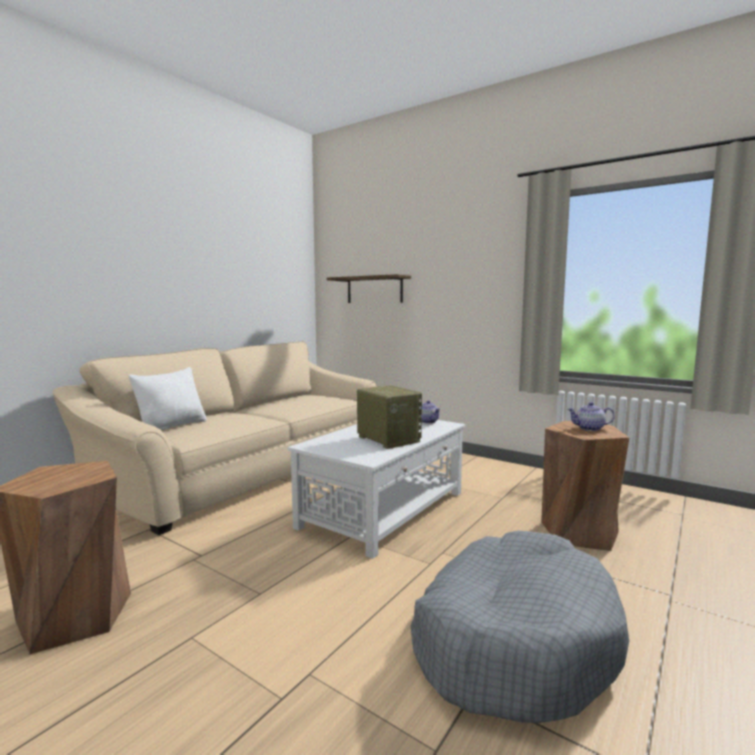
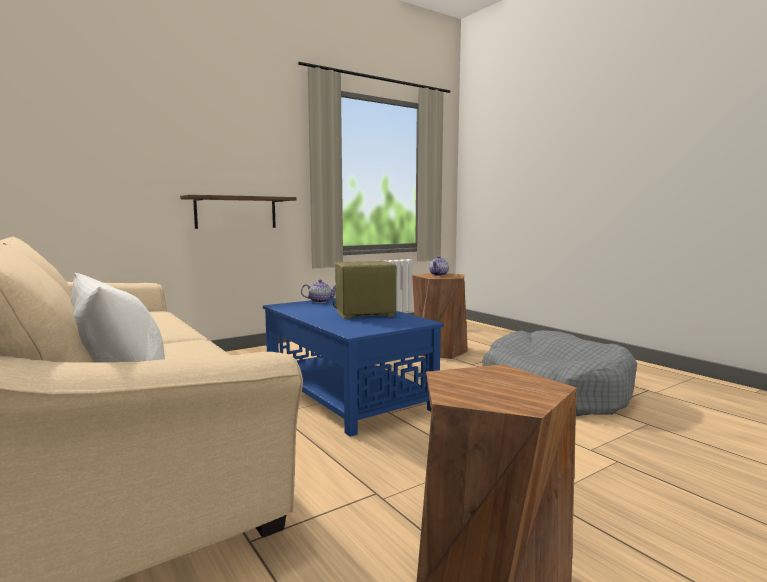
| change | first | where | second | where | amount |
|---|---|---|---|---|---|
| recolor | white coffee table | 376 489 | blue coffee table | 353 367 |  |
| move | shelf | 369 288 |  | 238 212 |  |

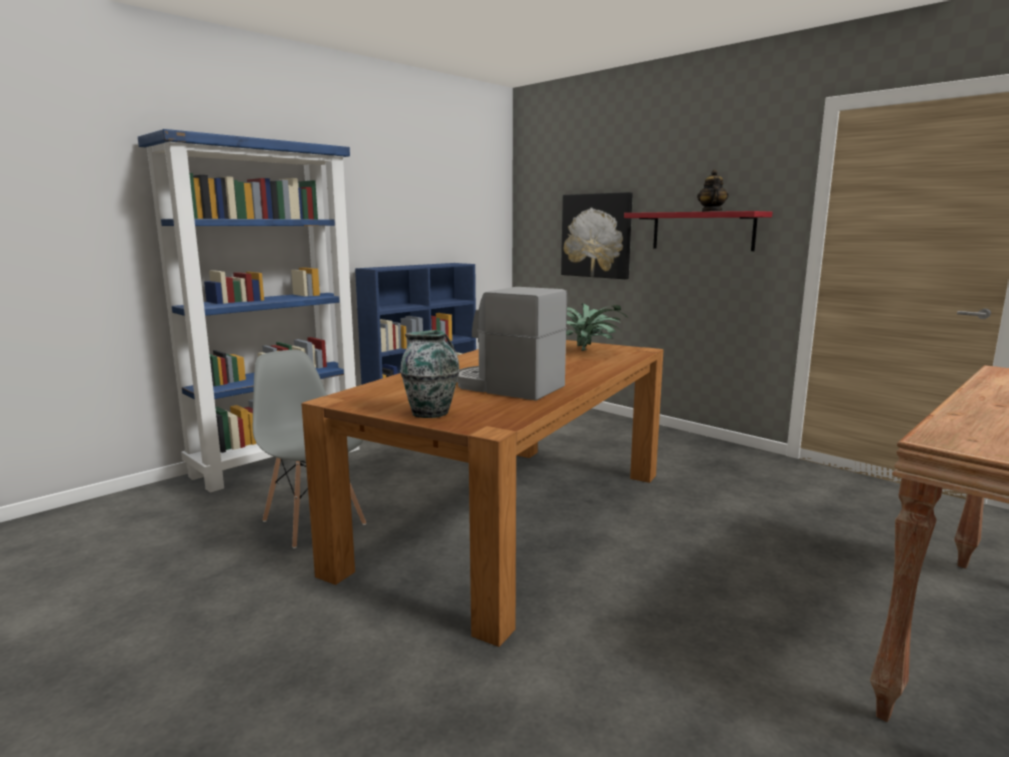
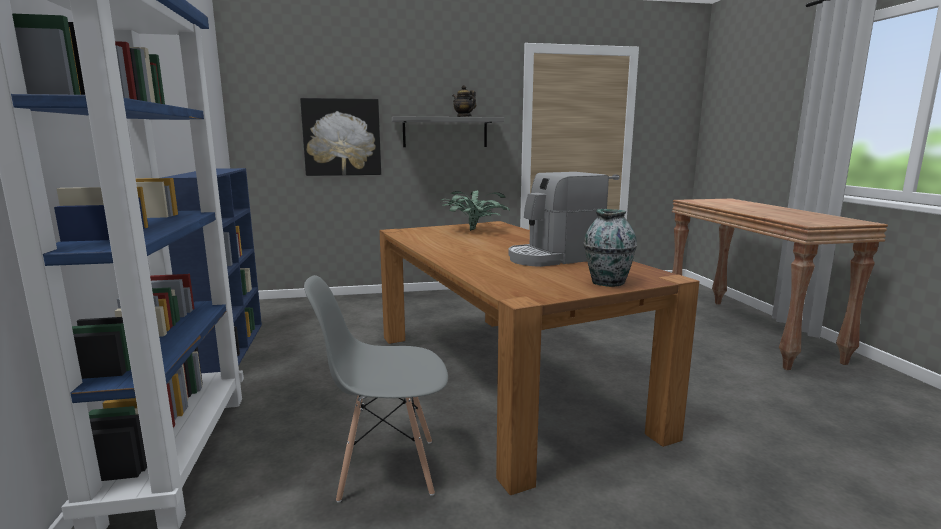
| change | first | where | second | where | amount |
|---|---|---|---|---|---|
| recolor | red shelf | 698 231 | grey shelf | 448 131 |  |

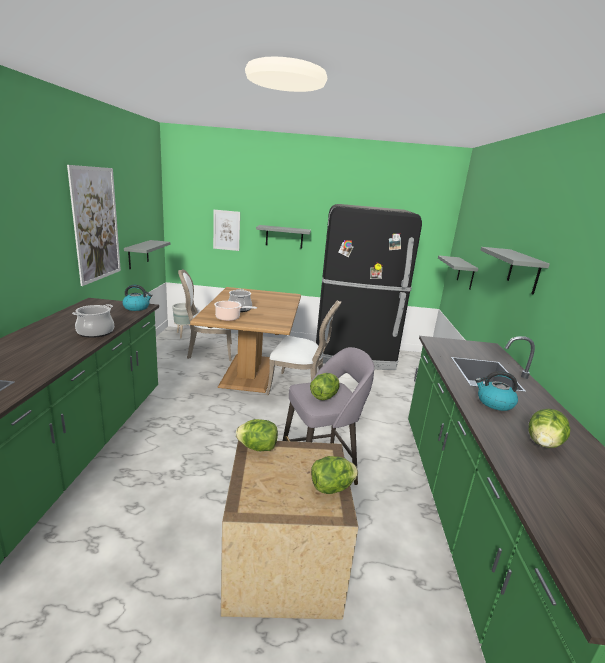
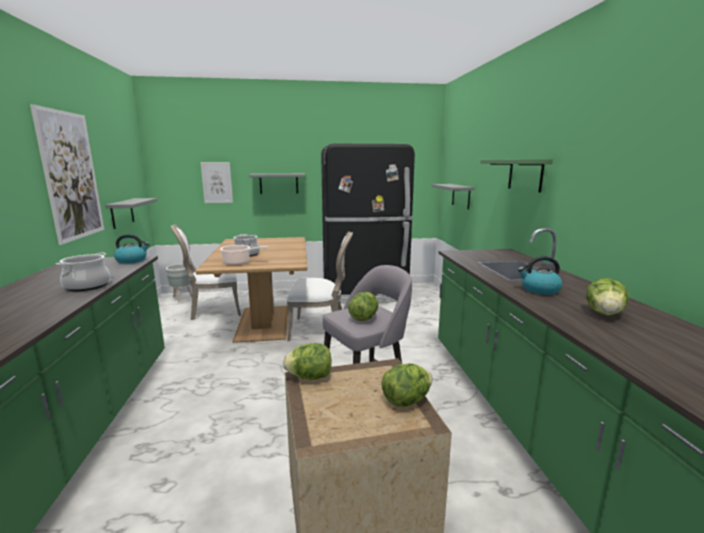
| change | first | where | second | where | amount |
|---|---|---|---|---|---|
| recolor | grey shelf | 515 271 | green shelf | 516 176 |  |

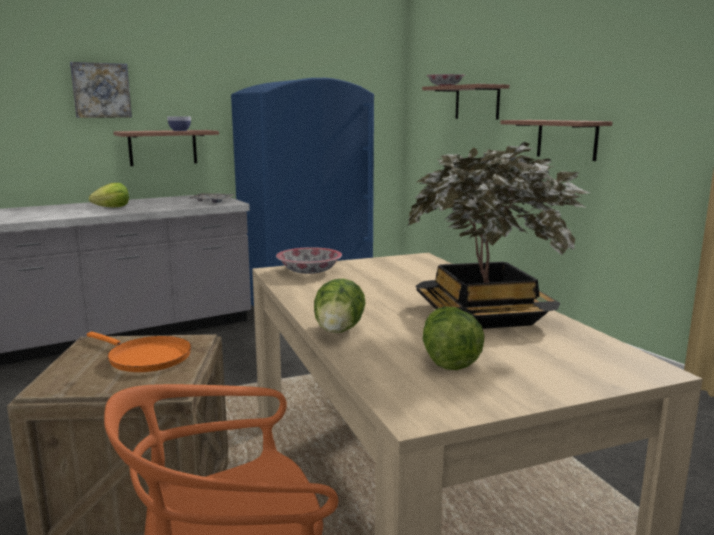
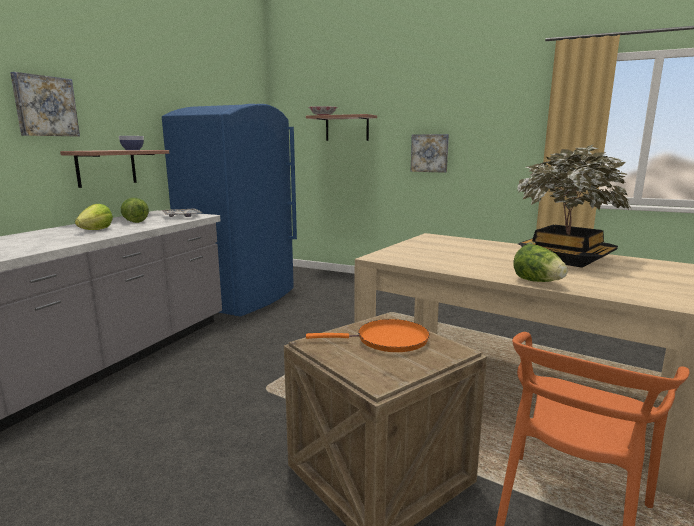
| change | first | where | second | where | amount |
|---|---|---|---|---|---|
| delete | bowl | 309 260 |  |  |  |
| move | lettuce | 453 338 |  | 135 210 |  |
| replace | shelf | 556 140 | picture | 429 153 |  |

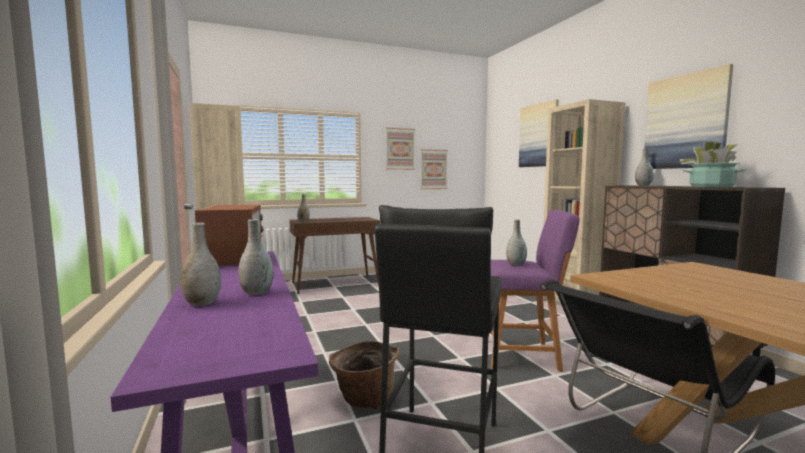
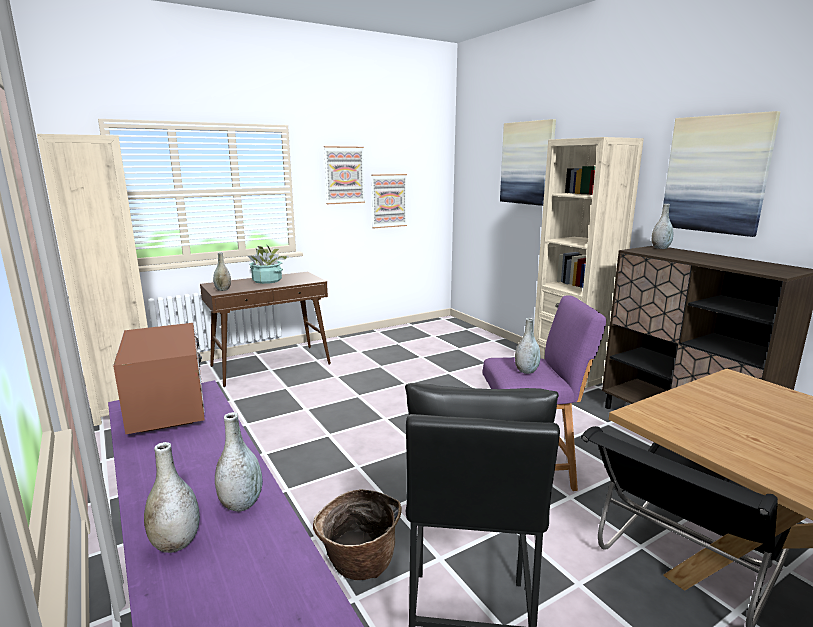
| change | first | where | second | where | amount |
|---|---|---|---|---|---|
| move | potted plant | 713 164 |  | 268 264 |  |

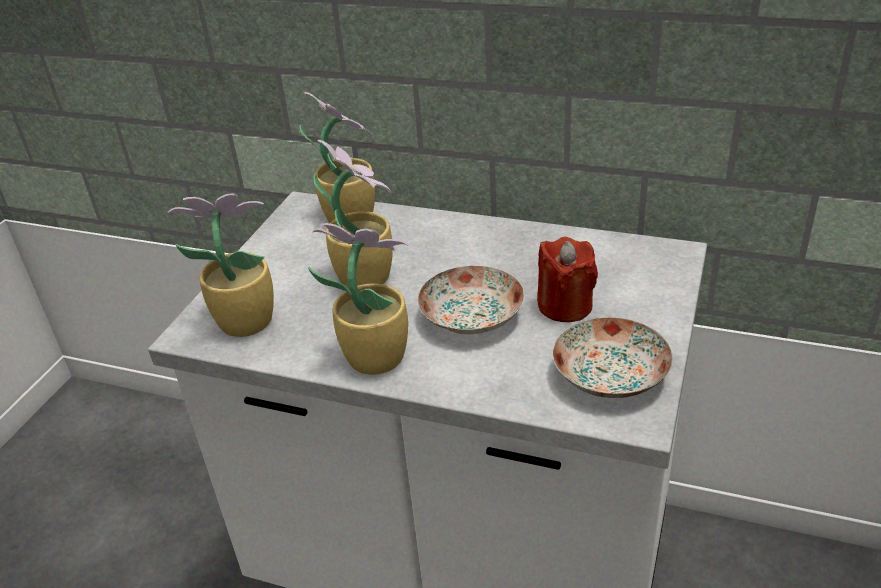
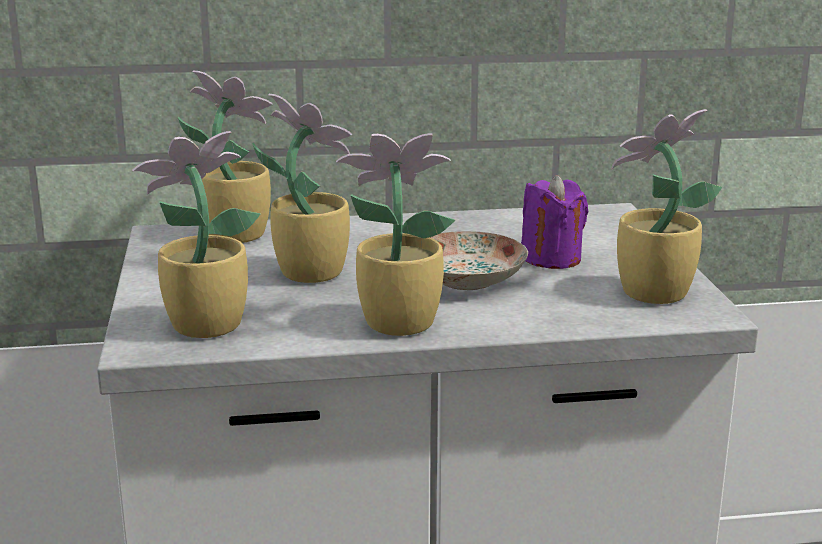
| change | first | where | second | where | amount |
|---|---|---|---|---|---|
| recolor | red candle | 567 279 | purple candle | 554 222 |  |
| replace | plate | 612 357 | potted plant | 666 206 |  |

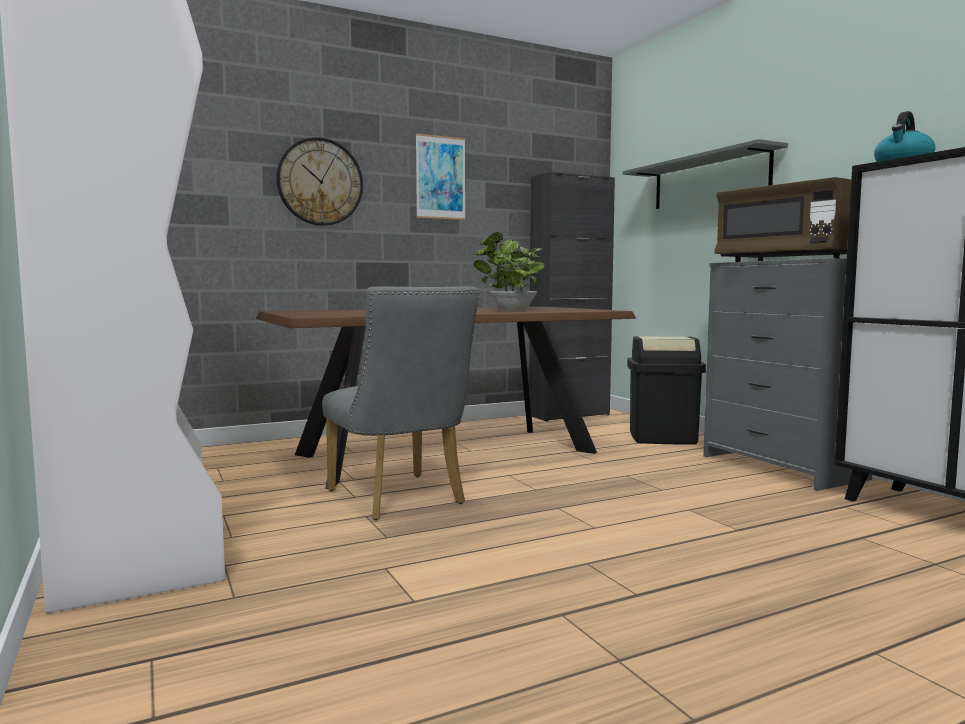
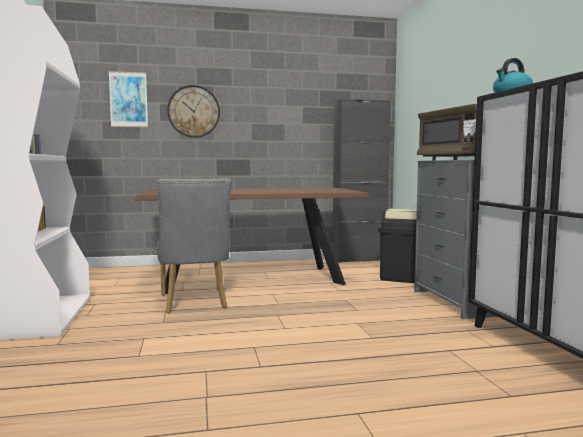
| change | first | where | second | where | amount |
|---|---|---|---|---|---|
| move | picture | 441 176 |  | 128 99 |  |
| delete | potted plant | 509 271 |  |  |  |
| delete | grey shelf | 705 174 |  |  |  |

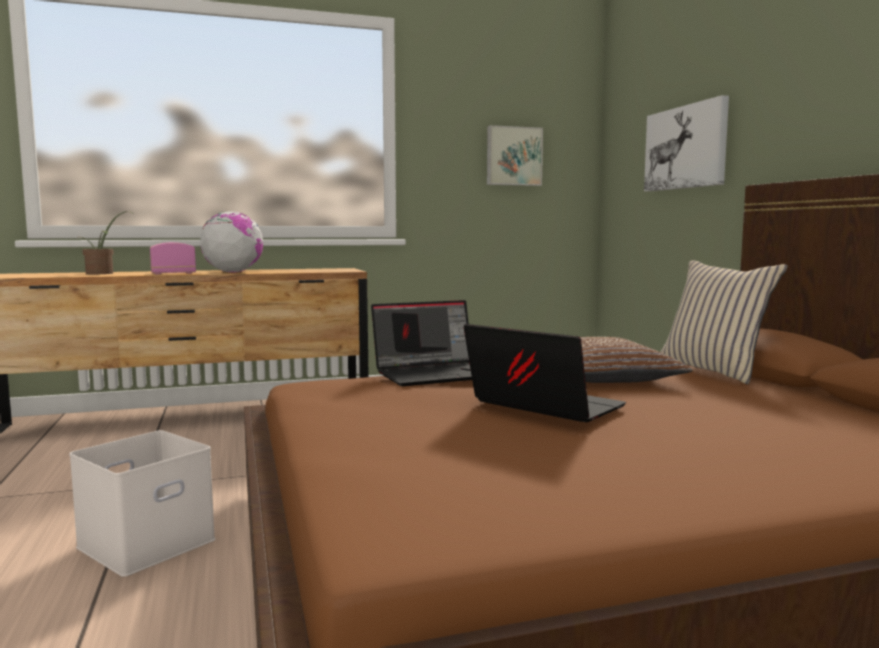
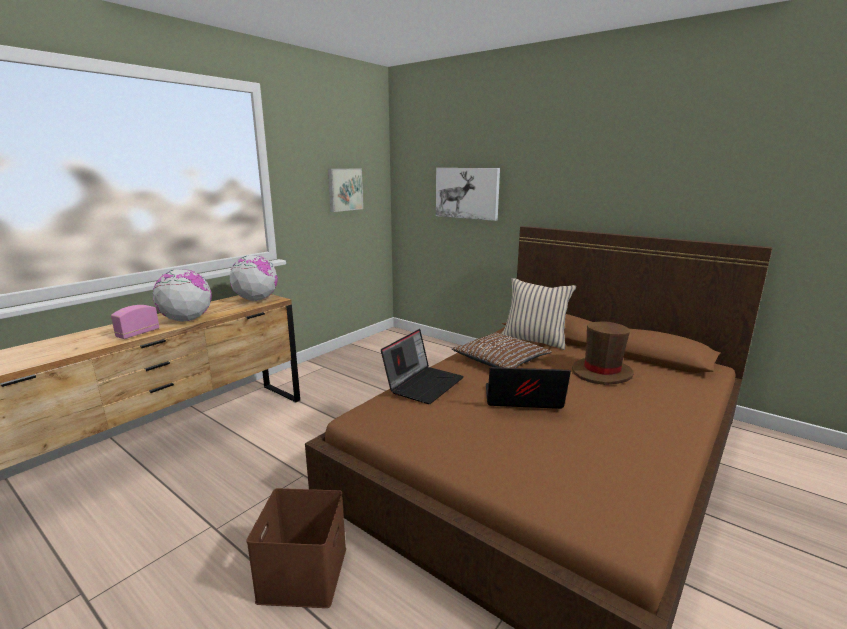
| change | first | where | second | where | amount |
|---|---|---|---|---|---|
| recolor | white storage box | 142 503 | brown storage box | 296 548 |  |
| delete | potted plant | 108 242 |  |  |  |
| insert |  |  | globe | 253 278 |  |
| insert |  |  | brown hat | 603 353 |  |

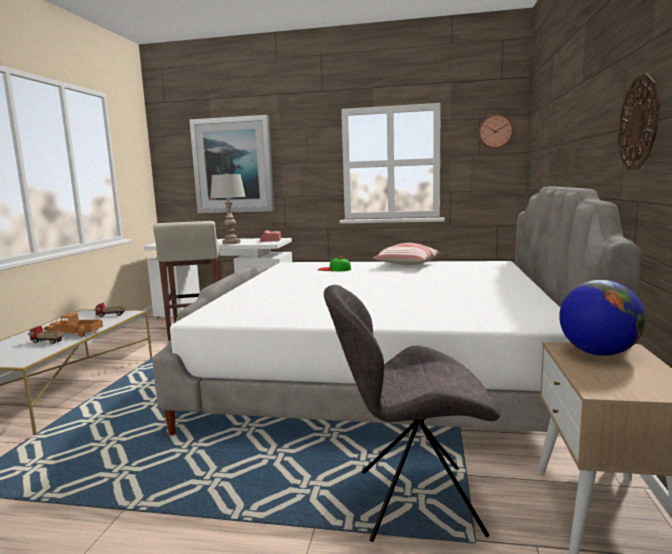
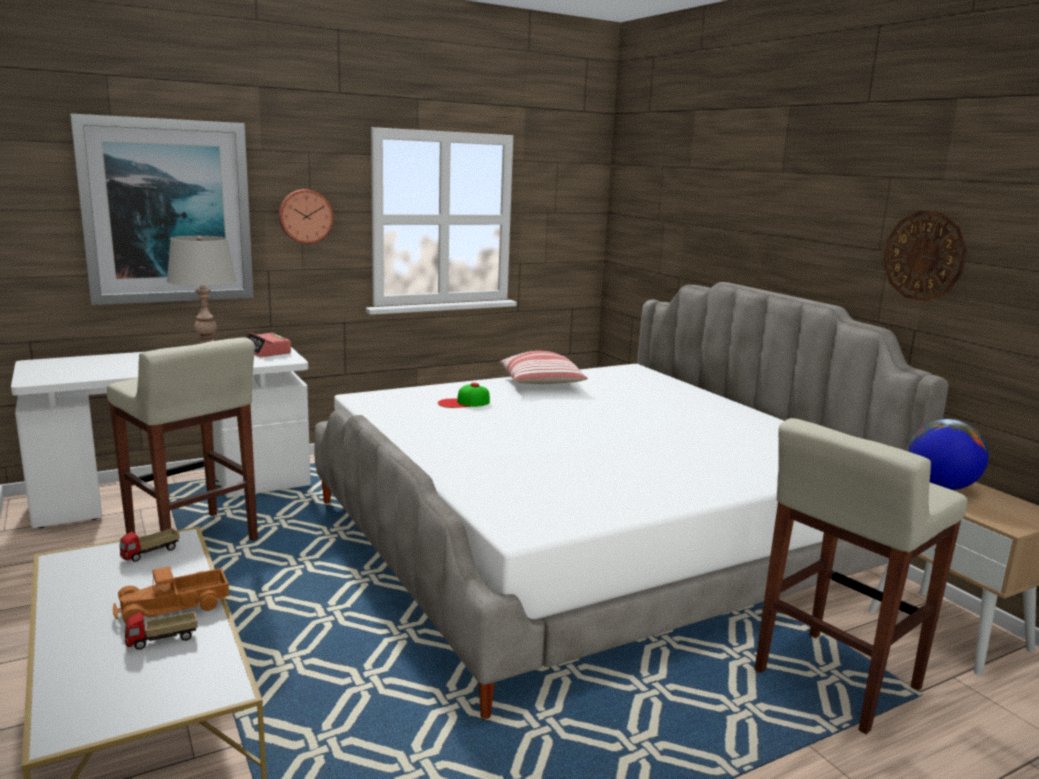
| change | first | where | second | where | amount |
|---|---|---|---|---|---|
| replace | grey chair | 412 413 | beige stool | 861 576 |  |
| move | wall clock | 495 131 |  | 306 216 |  |

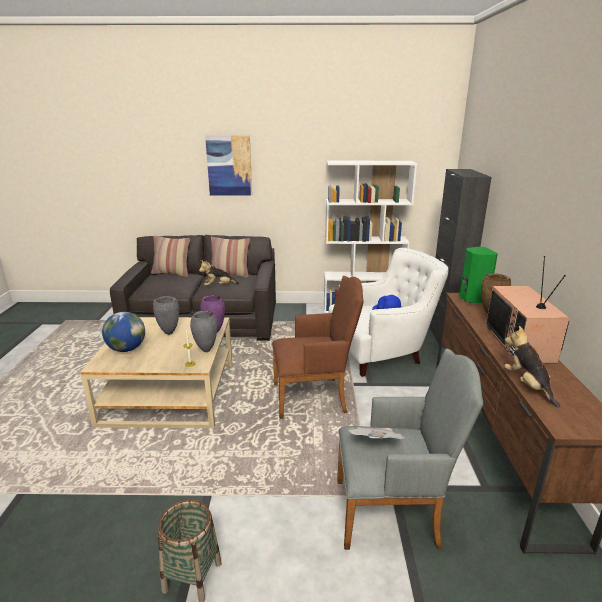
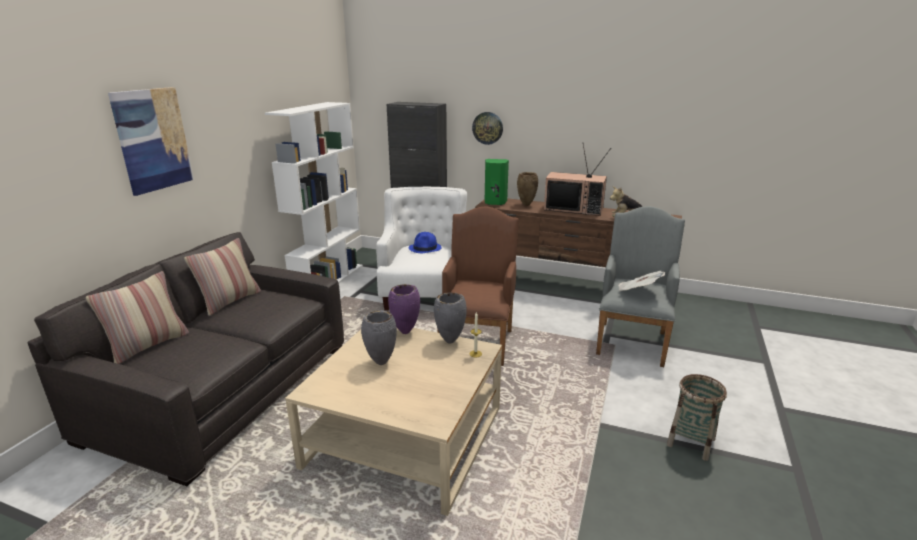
| change | first | where | second | where | amount |
|---|---|---|---|---|---|
| delete | globe | 123 332 |  |  |  |
| delete | plush toy | 219 273 |  |  |  |
| insert |  |  | wall clock | 487 128 |  |

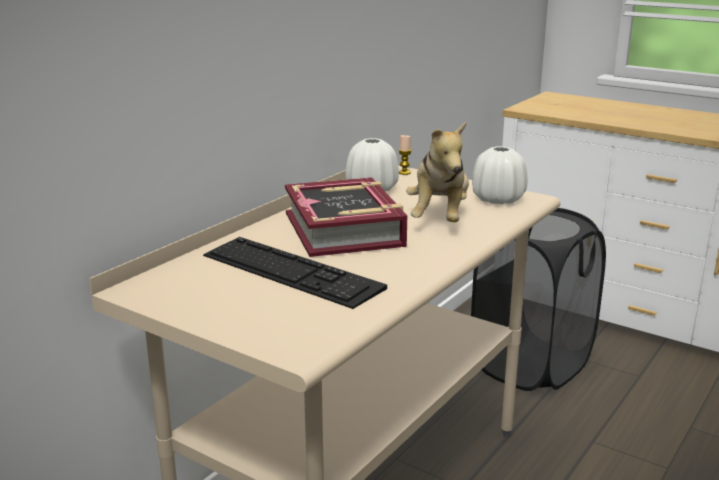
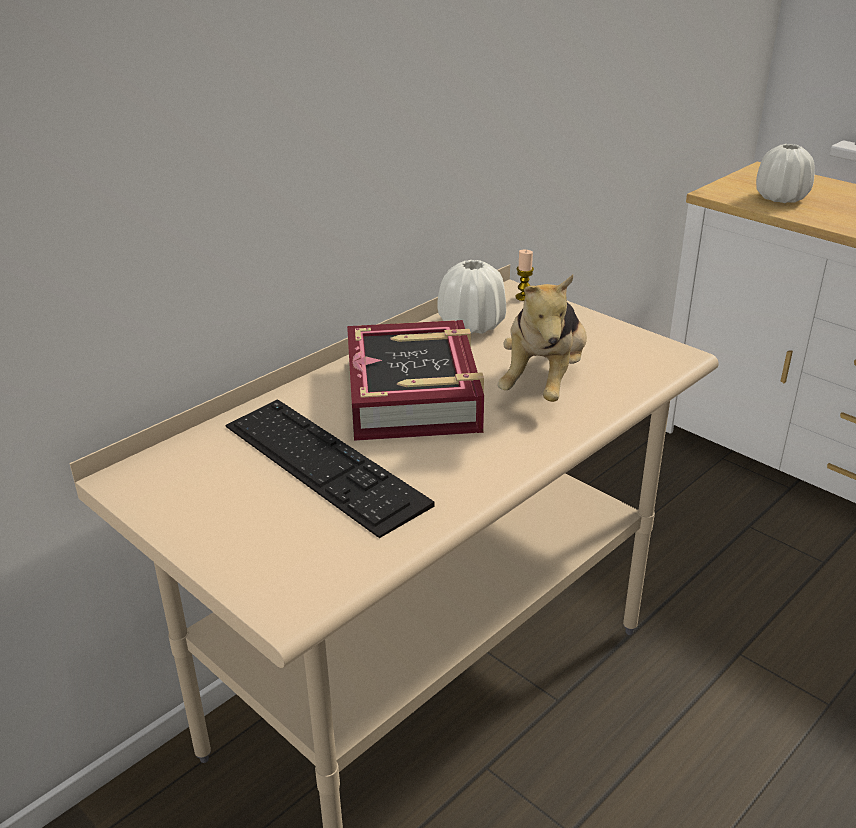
| change | first | where | second | where | amount |
|---|---|---|---|---|---|
| delete | black laundry basket | 538 299 |  |  |  |
| move | white vase | 500 175 |  | 785 173 |  |

